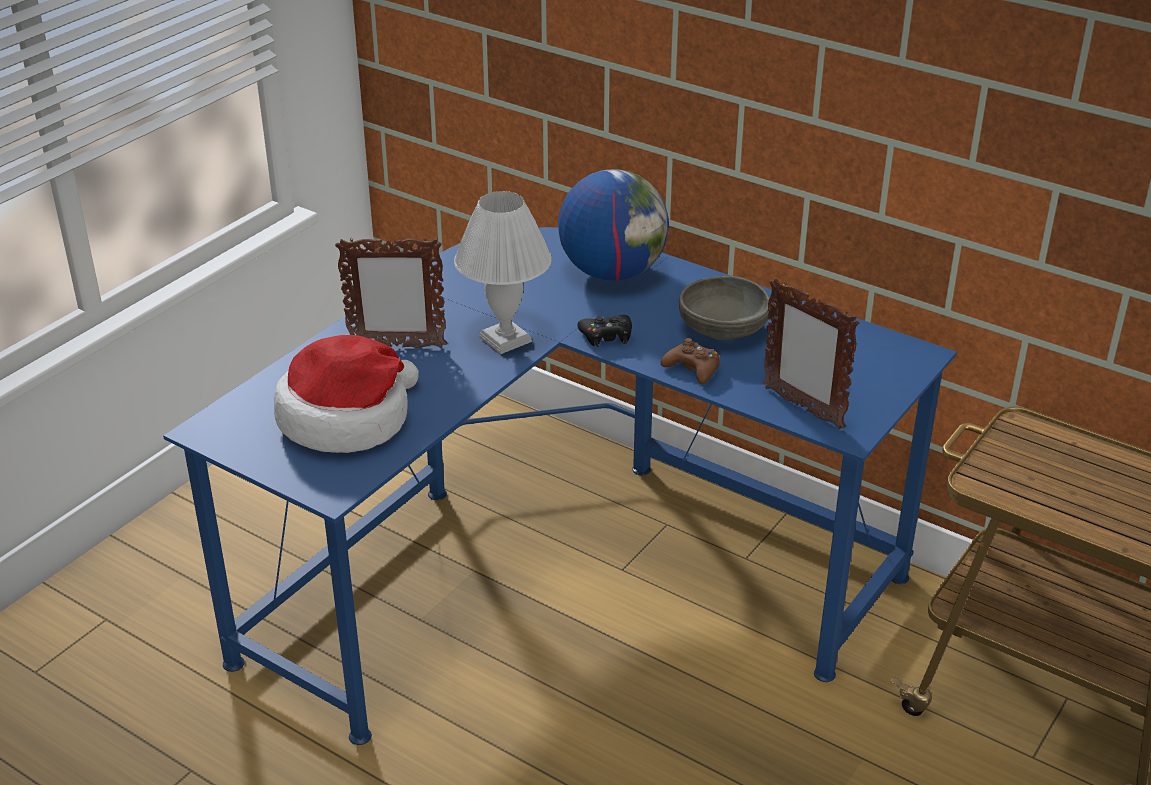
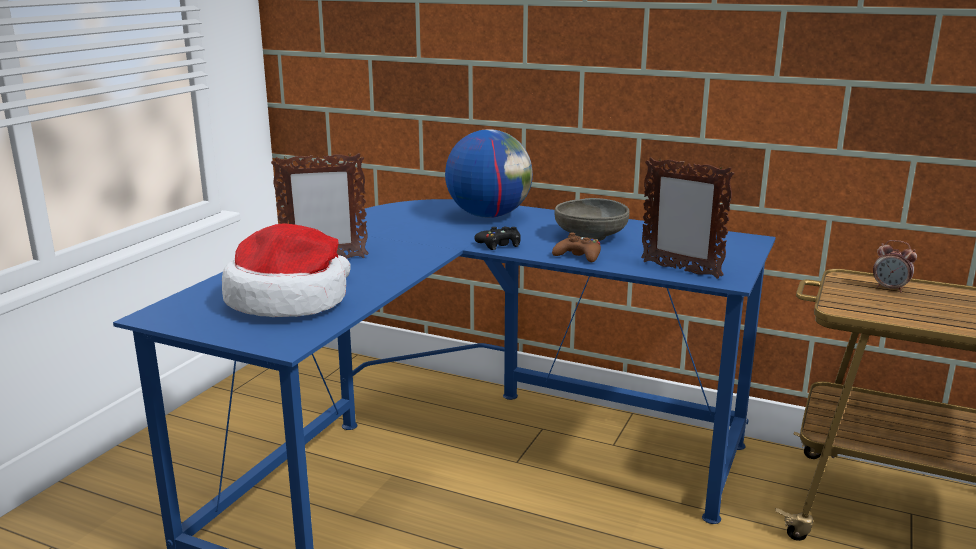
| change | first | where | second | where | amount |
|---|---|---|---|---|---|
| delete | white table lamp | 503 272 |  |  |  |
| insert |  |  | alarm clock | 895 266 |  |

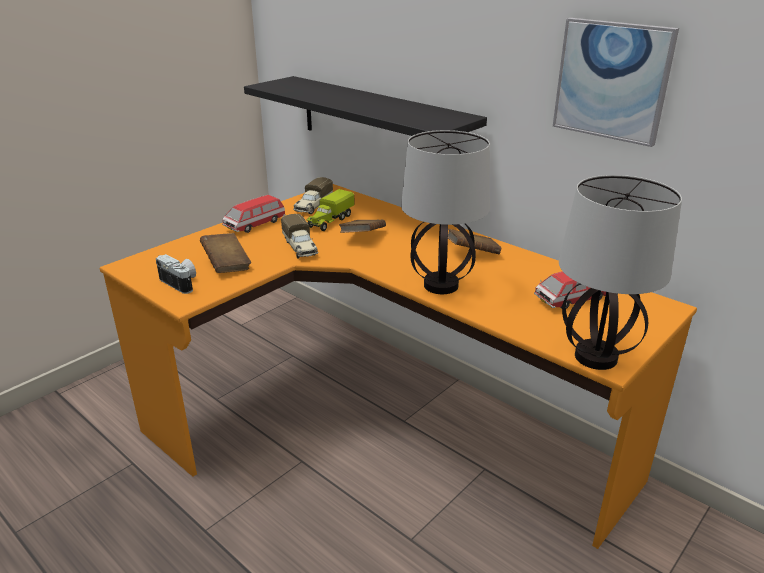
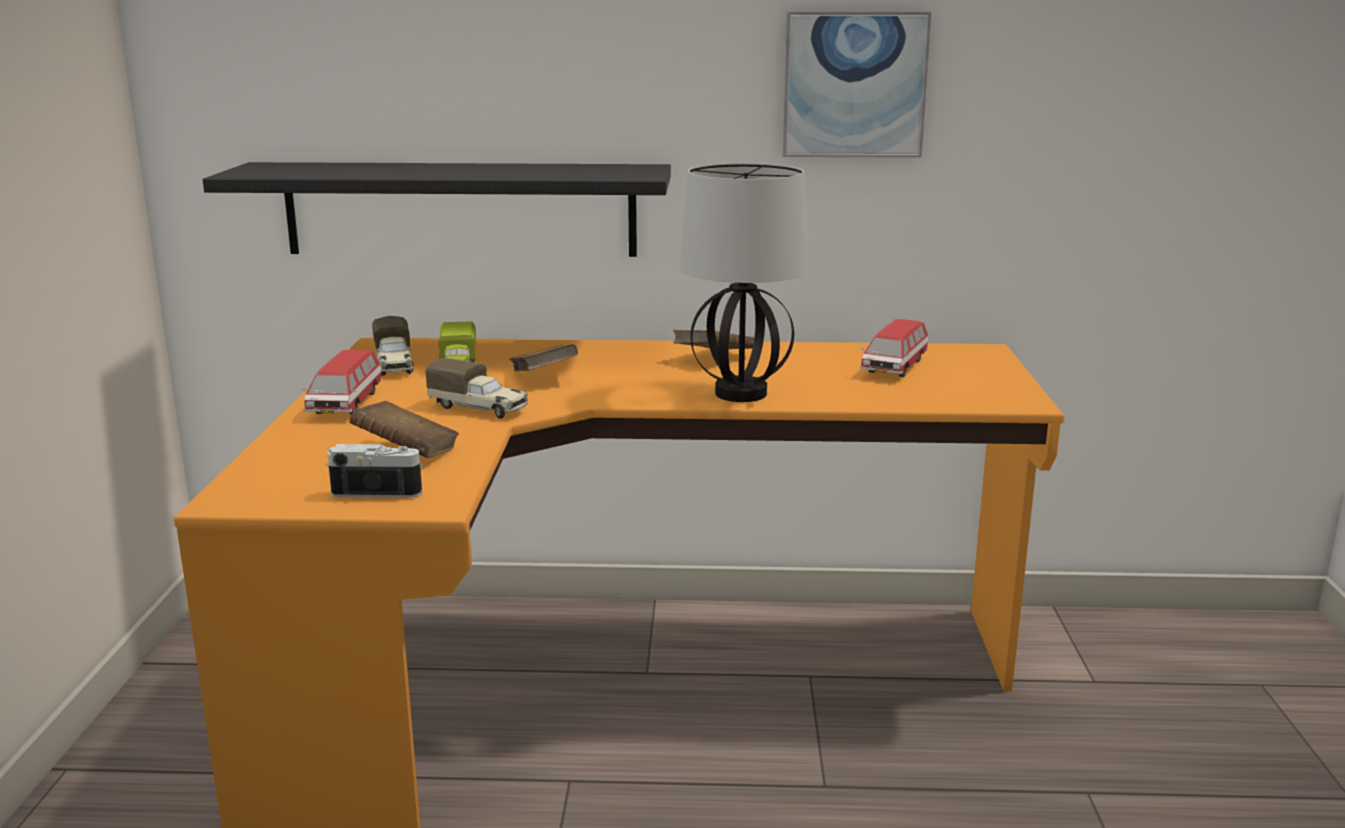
| change | first | where | second | where | amount |
|---|---|---|---|---|---|
| delete | table lamp | 620 272 |  |  |  |

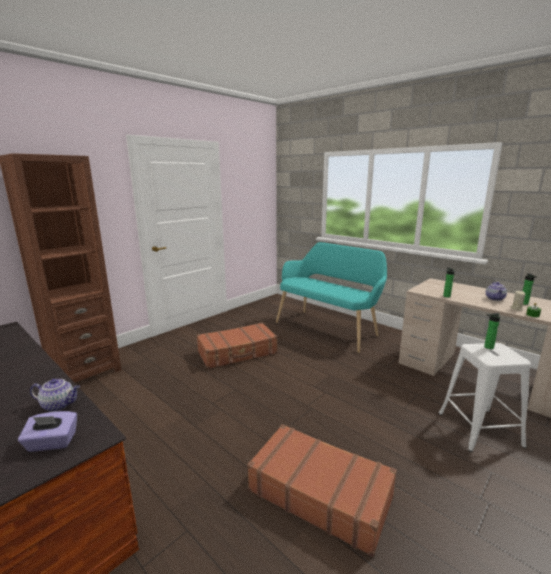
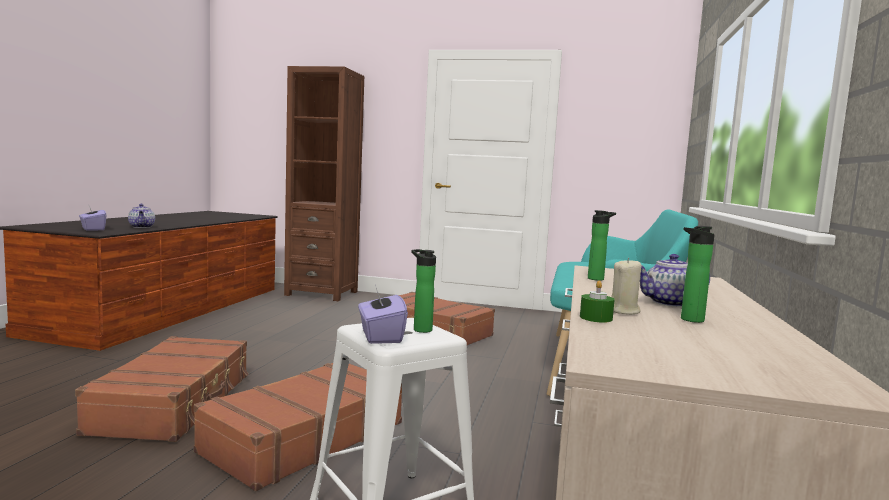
| change | first | where | second | where | amount |
|---|---|---|---|---|---|
| insert |  |  | brown suitcase | 298 427 |  |
| insert |  |  | purple tissue box | 383 314 |  |

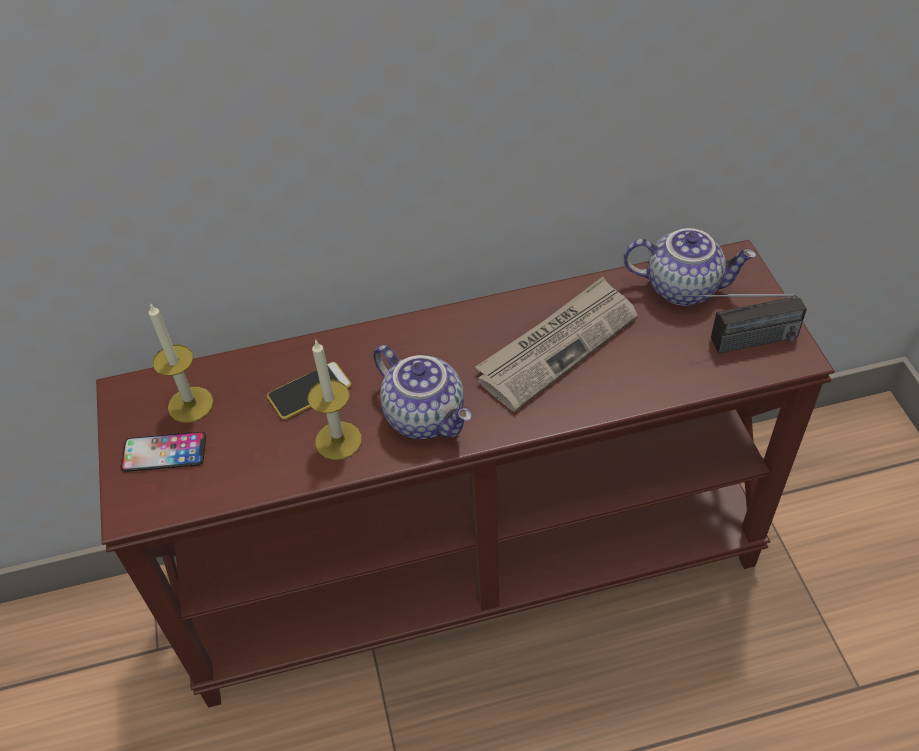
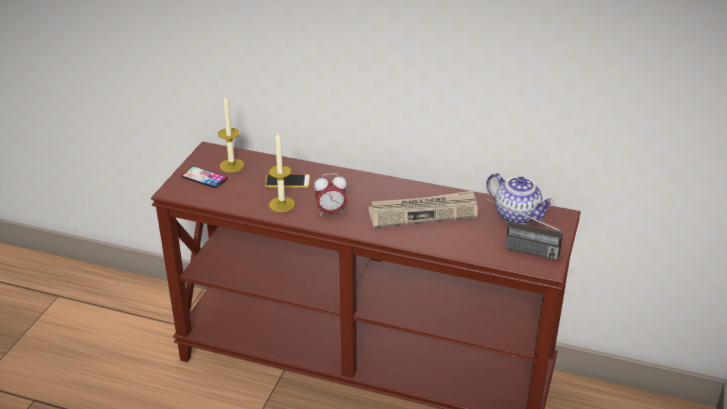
| change | first | where | second | where | amount |
|---|---|---|---|---|---|
| replace | teapot | 422 392 | alarm clock | 330 194 |  |

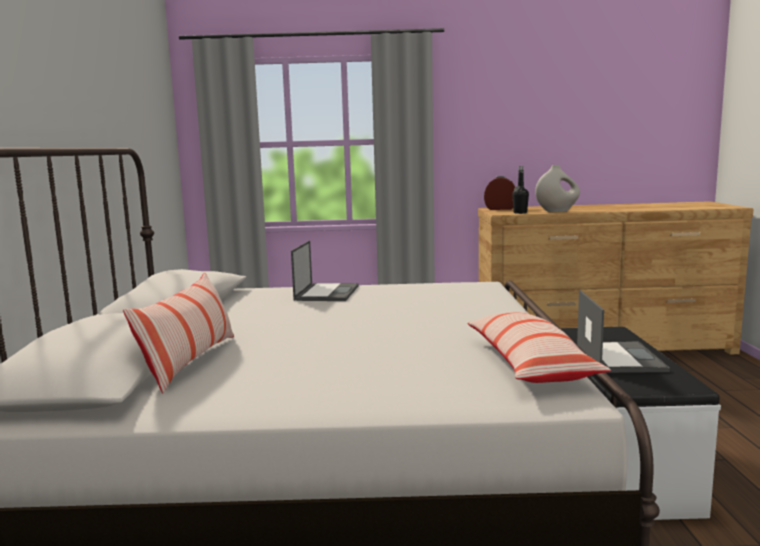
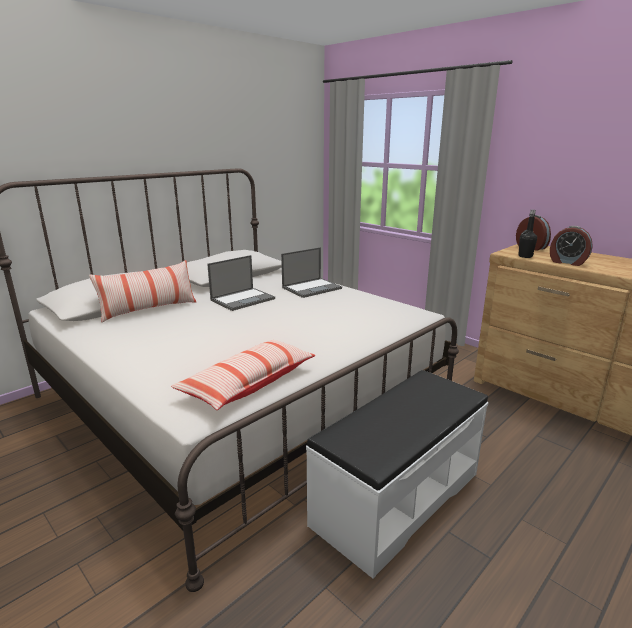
| change | first | where | second | where | amount |
|---|---|---|---|---|---|
| replace | white vase | 557 188 | alarm clock | 571 246 |  |
| move | laptop | 623 331 |  | 241 283 |  |

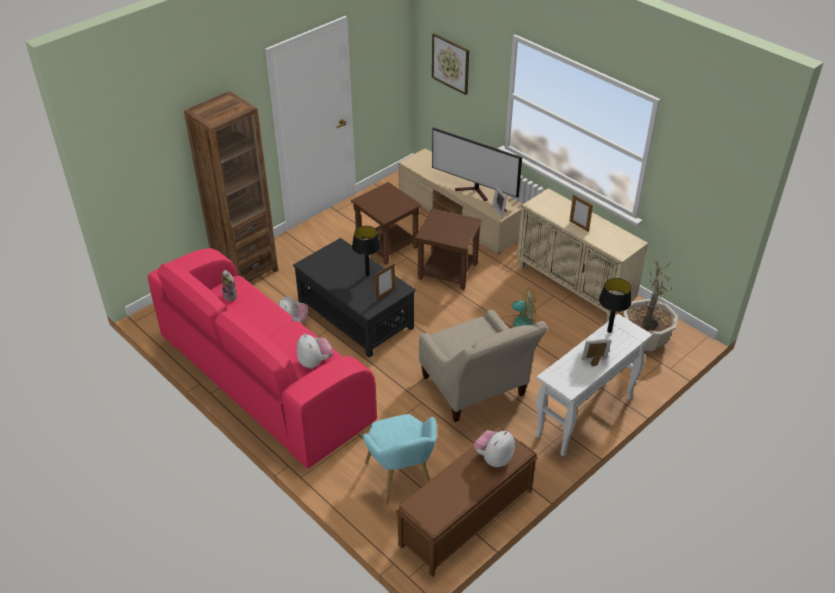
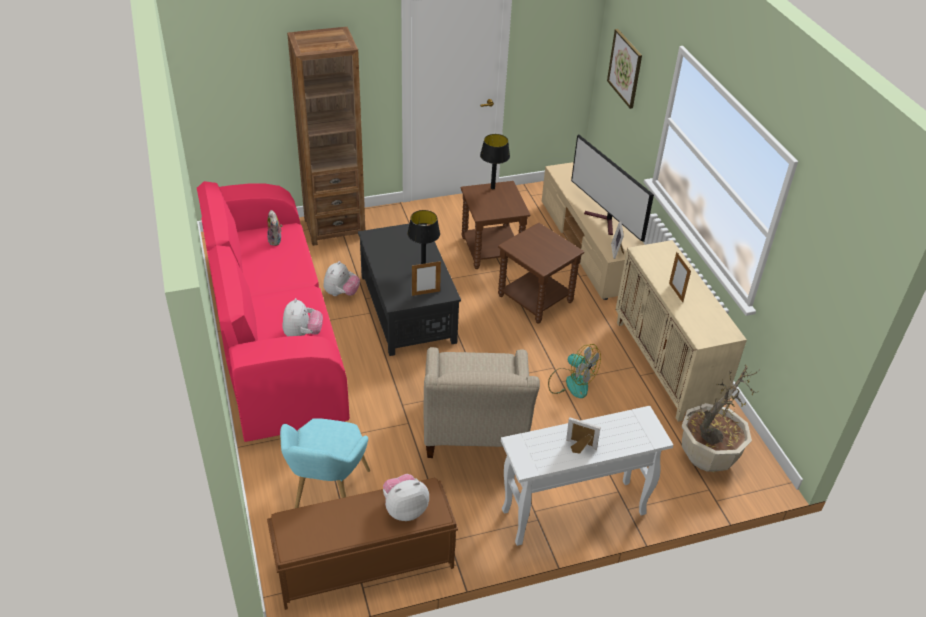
| change | first | where | second | where | amount |
|---|---|---|---|---|---|
| move | black table lamp | 615 305 |  | 495 161 |  |

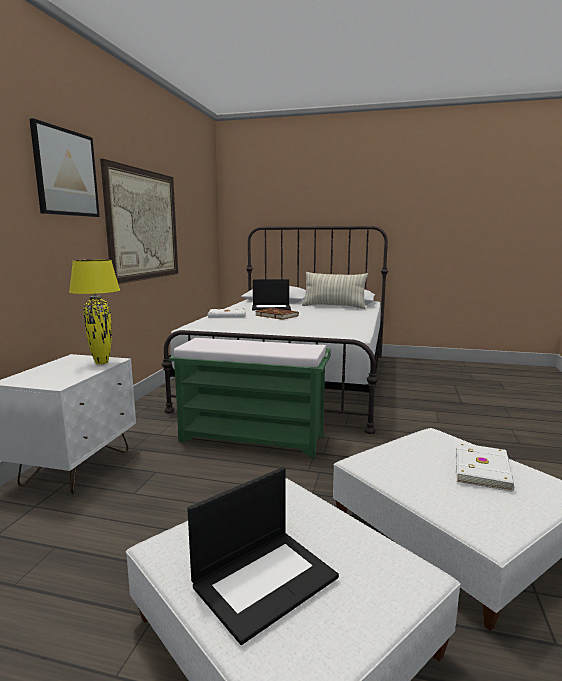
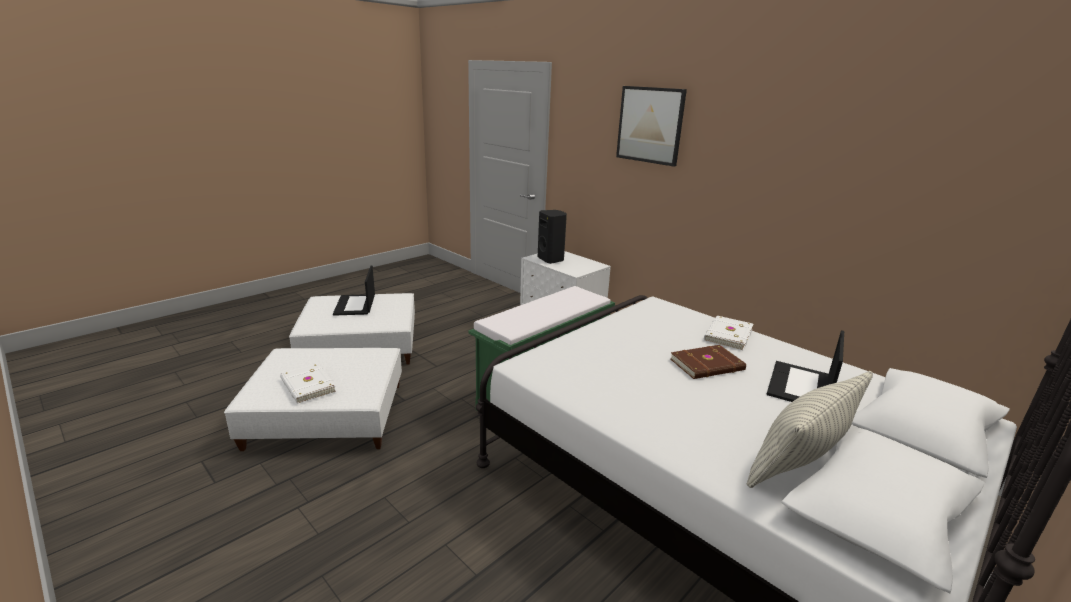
| change | first | where | second | where | amount |
|---|---|---|---|---|---|
| delete | yellow table lamp | 94 312 |  |  |  |
| delete | picture | 139 221 |  |  |  |
| insert |  |  | black speaker | 552 237 |  |

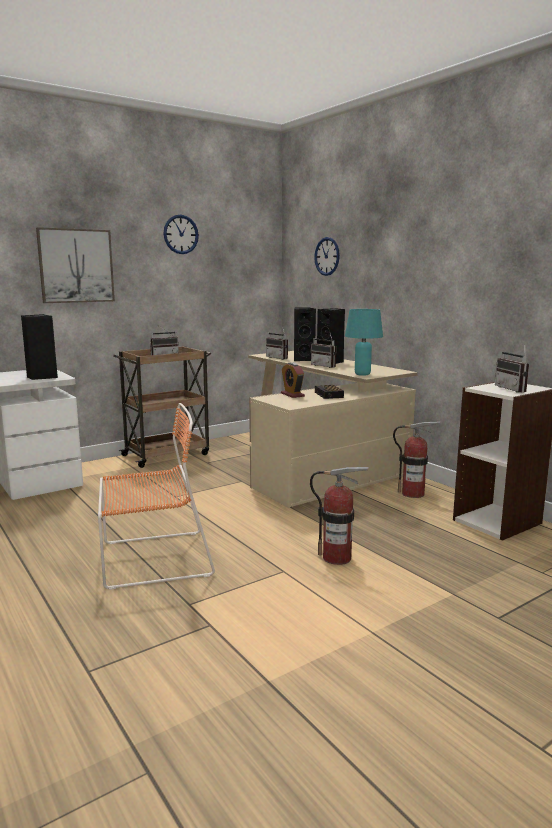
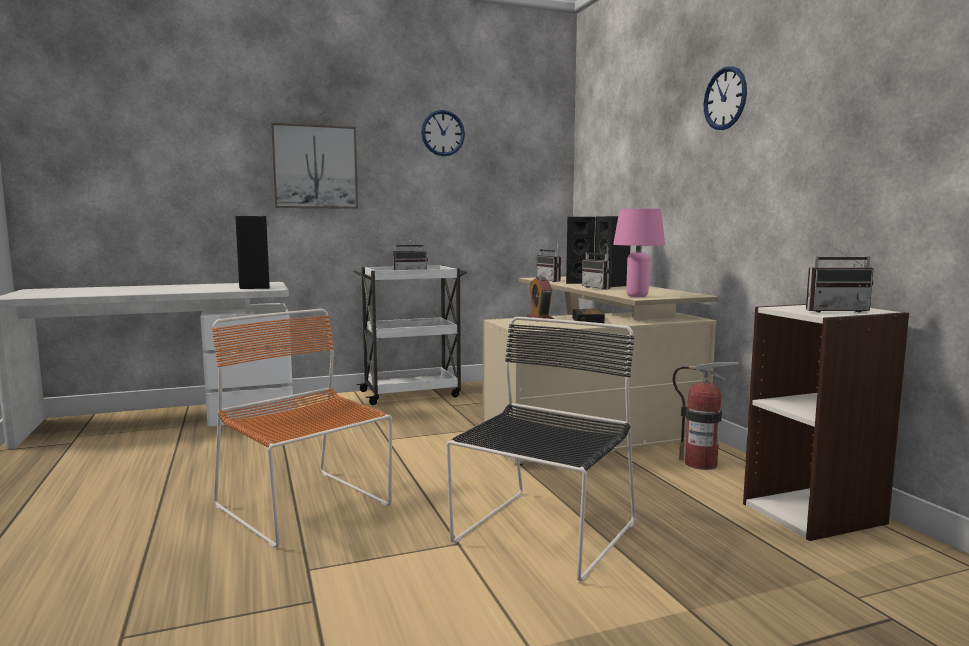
| change | first | where | second | where | amount |
|---|---|---|---|---|---|
| rotate | orange chair | 156 496 |  | 302 428 | 135 degrees counterclockwise |
| recolor | brown cart | 162 407 | white cart | 410 335 |  |
| replace | fire extinguisher | 339 516 | black chair | 540 449 |  |
| move | wall clock | 327 256 |  | 725 98 |  |
| recolor | turquoise table lamp | 364 342 | pink table lamp | 639 253 |  |
| rotate | radio | 512 369 |  | 840 277 | 90 degrees counterclockwise |

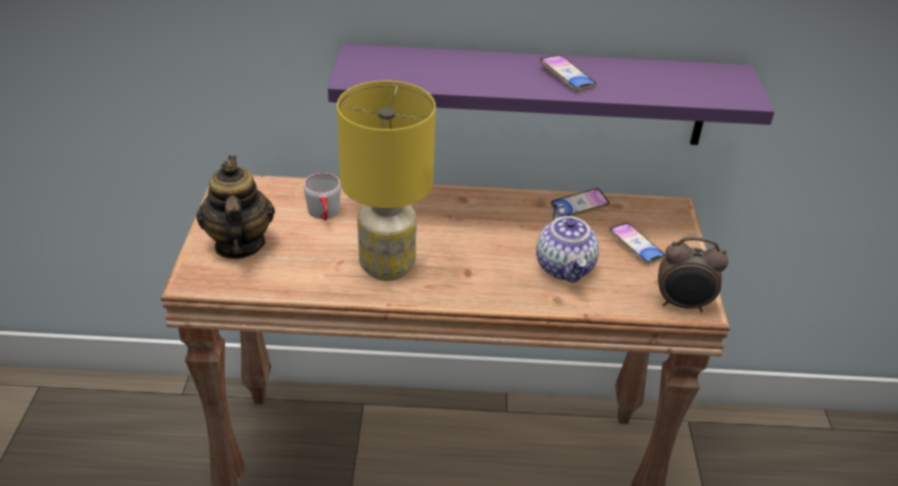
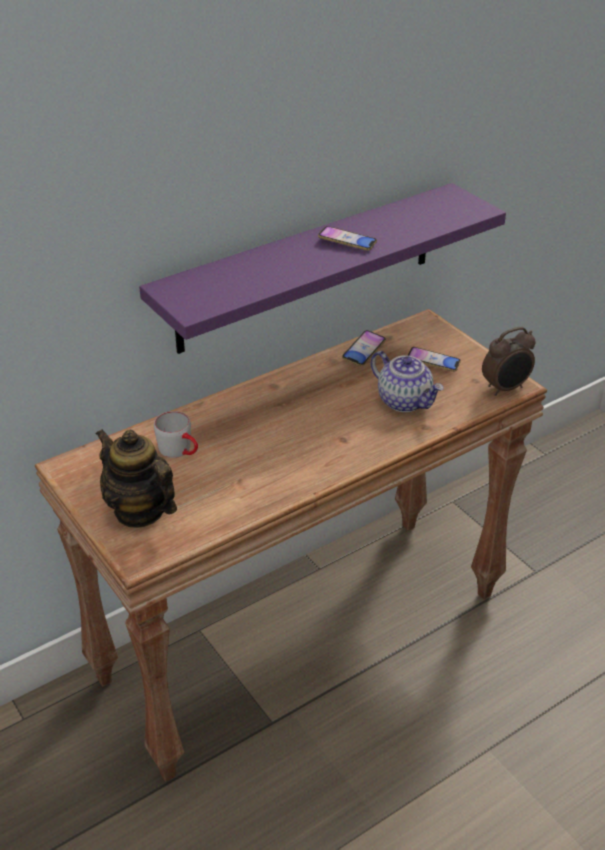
| change | first | where | second | where | amount |
|---|---|---|---|---|---|
| delete | yellow table lamp | 386 181 |  |  |  |

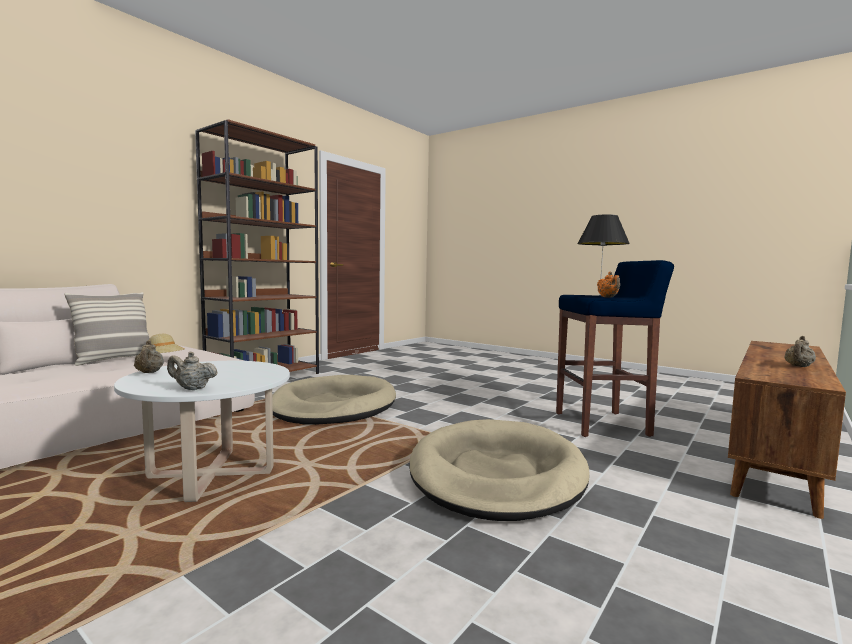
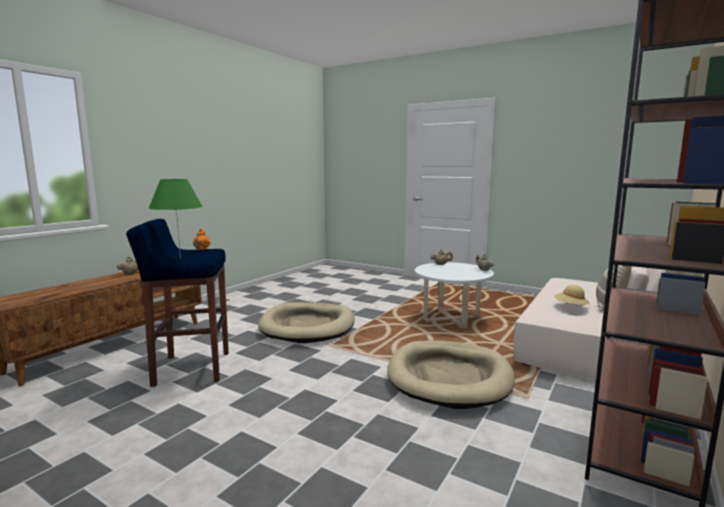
| change | first | where | second | where | amount |
|---|---|---|---|---|---|
| recolor | black table lamp | 603 244 | green table lamp | 176 219 |  |

